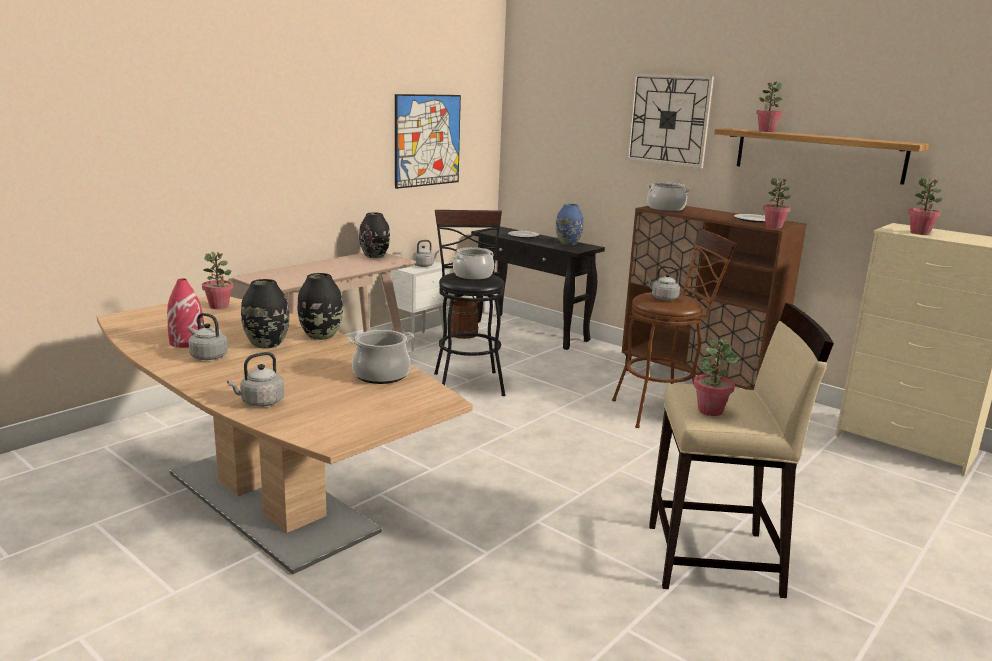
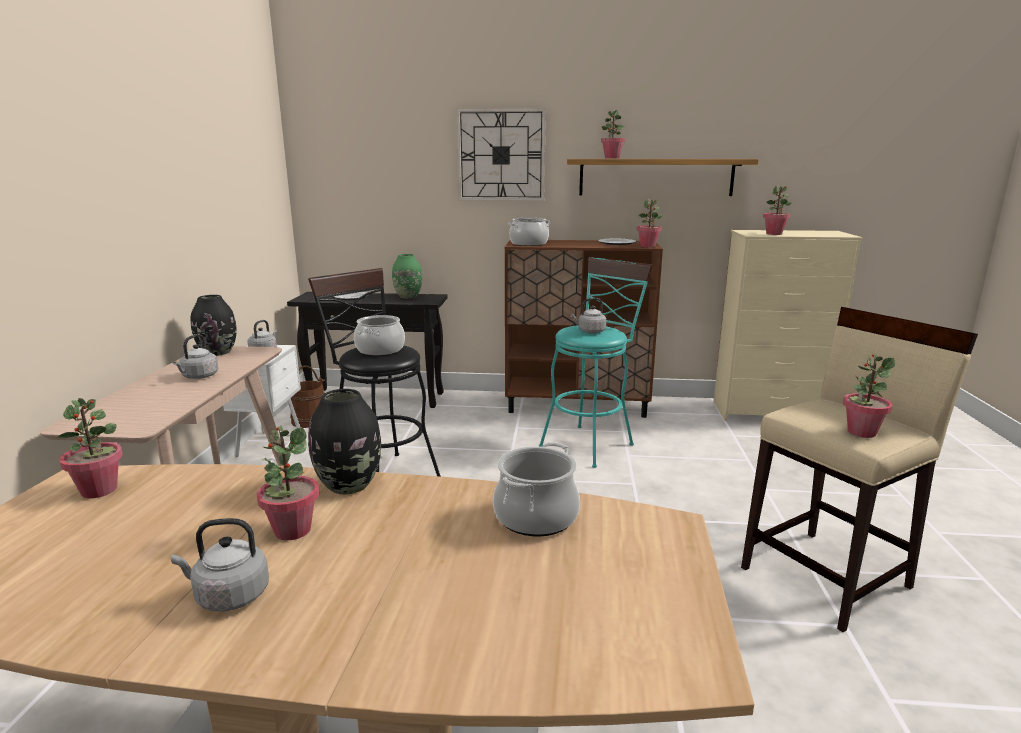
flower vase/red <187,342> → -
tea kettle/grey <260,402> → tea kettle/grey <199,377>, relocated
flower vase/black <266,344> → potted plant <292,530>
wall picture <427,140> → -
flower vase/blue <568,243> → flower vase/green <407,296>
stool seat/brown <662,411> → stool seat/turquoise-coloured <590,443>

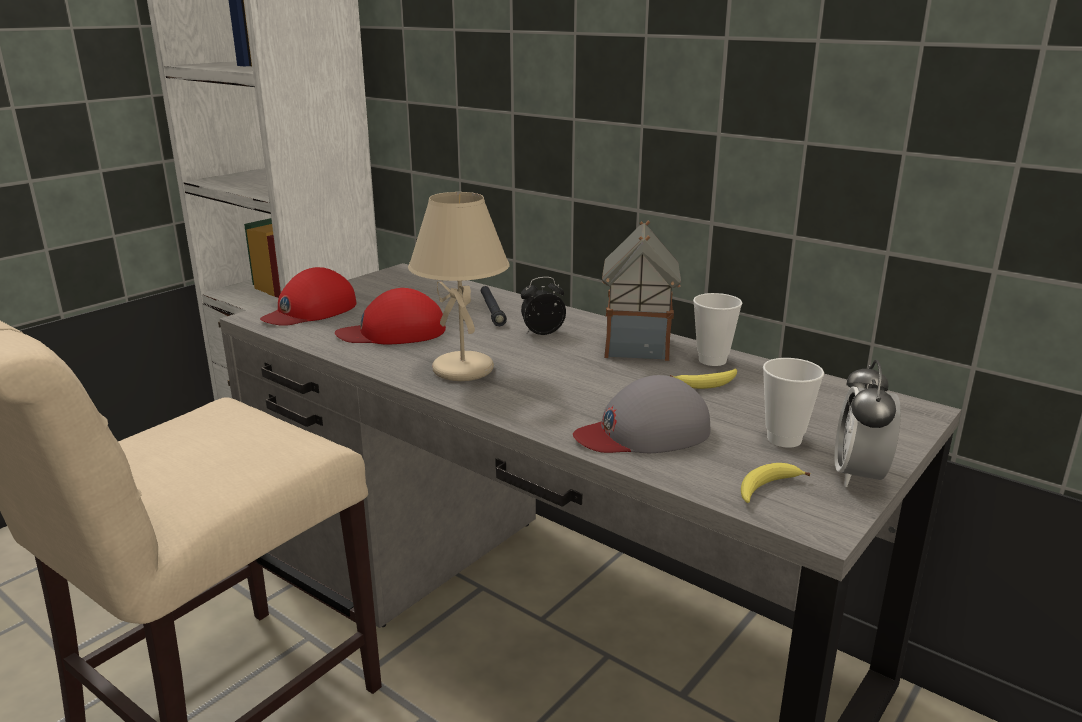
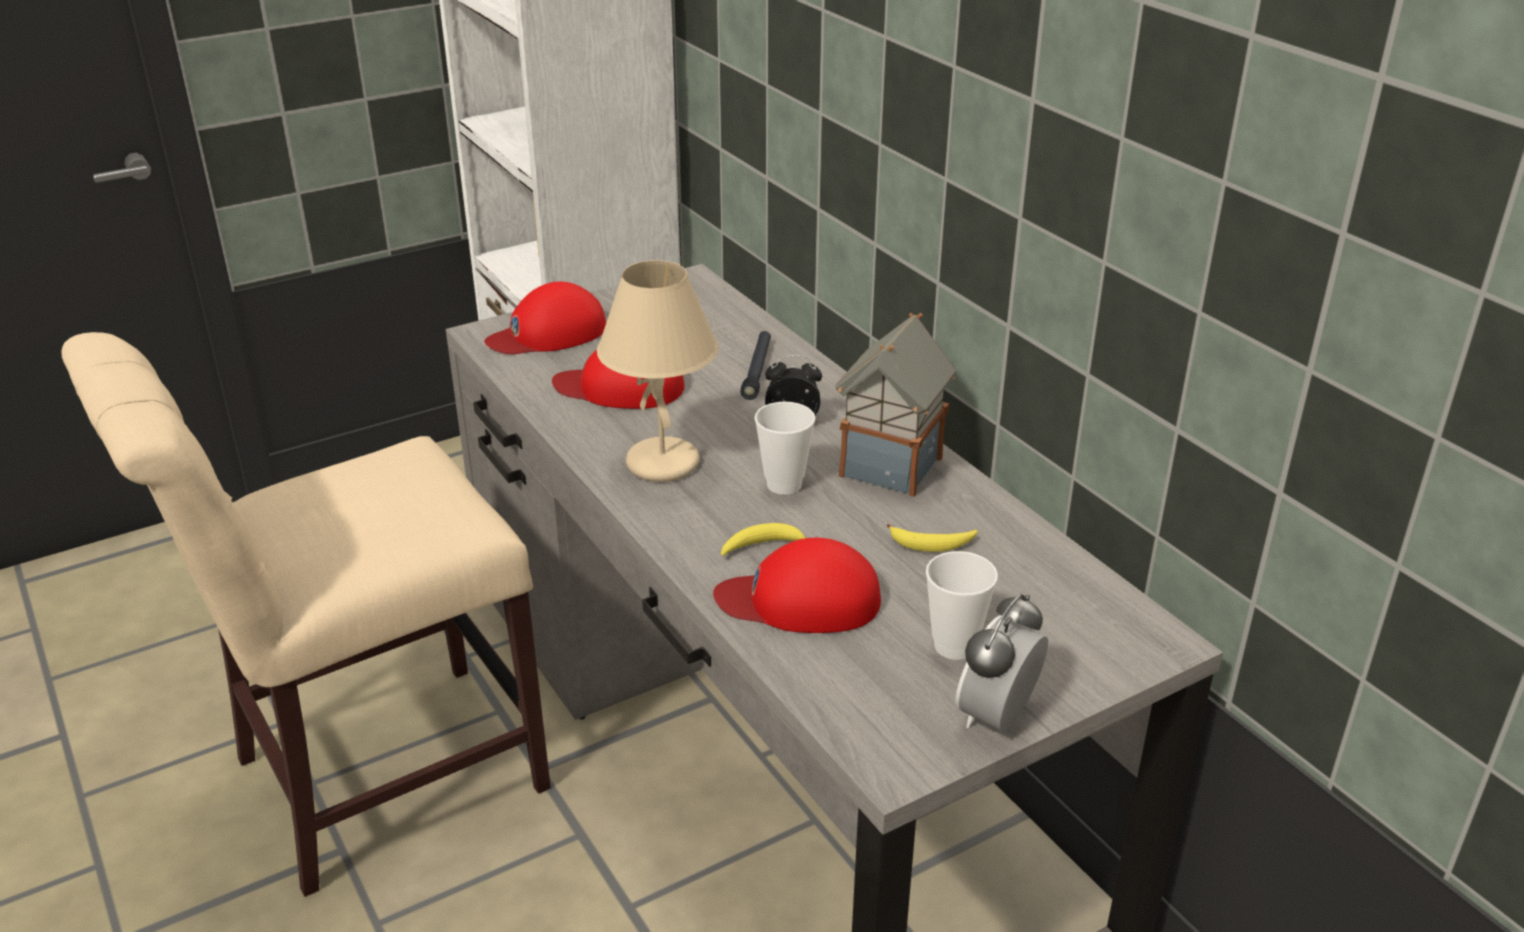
peaked cap/grey <644,432> → peaked cap/red <800,600>
drinking cup <712,360> → drinking cup <784,485>, relocated
banana <766,489> → banana <761,547>, relocated

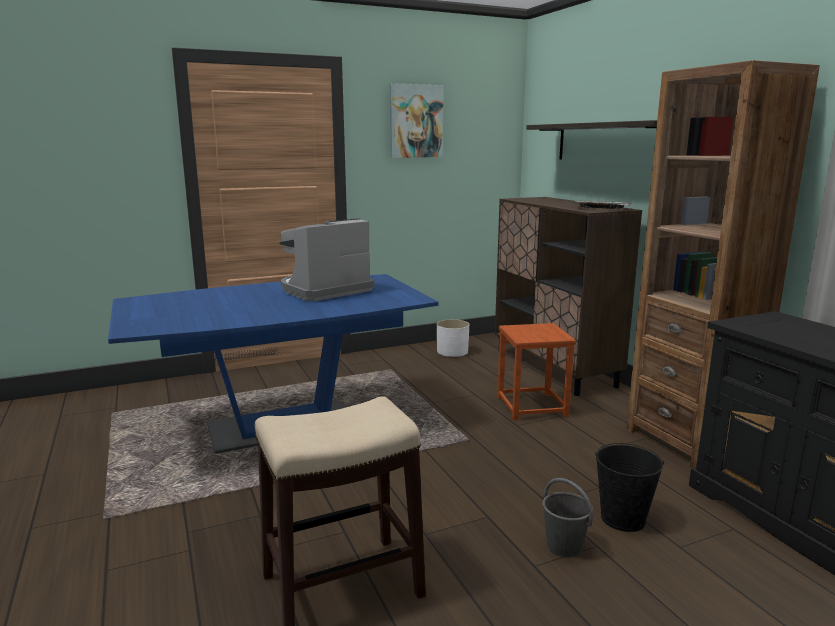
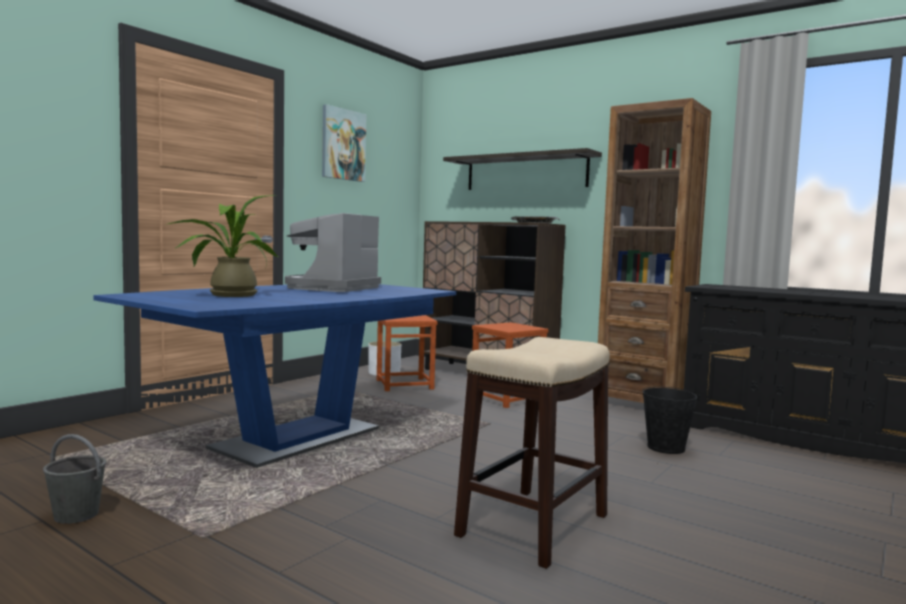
water bucket/grey <563,546> → water bucket/grey <76,515>, relocated
- → potted plant <227,295>
- → stool seat/brown <404,384>

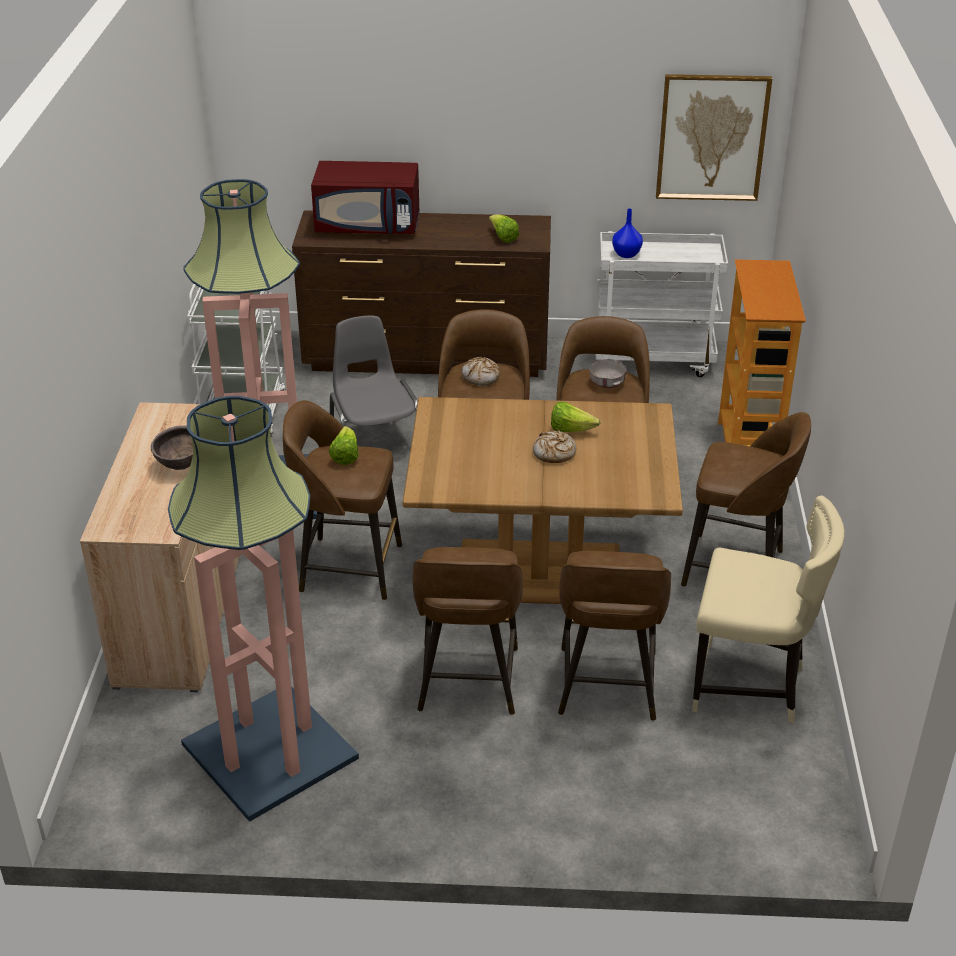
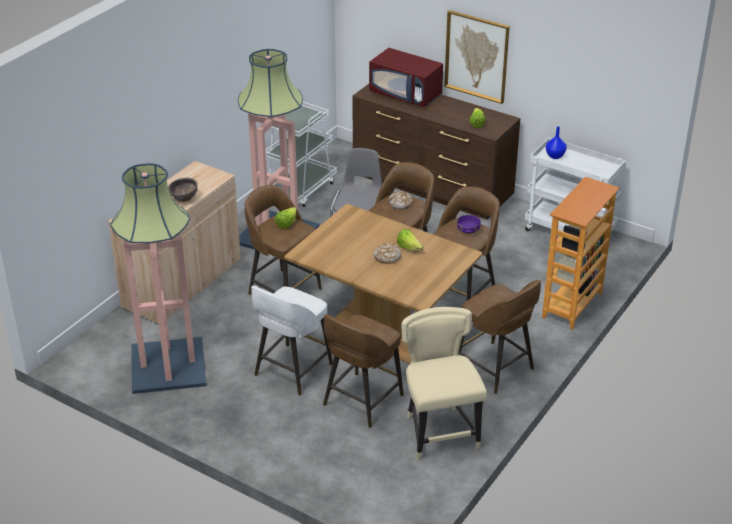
stool seat/brown <468,682> → stool seat/white <292,371>
bowl/grey <607,383> → bowl/purplish <468,230>
wall picture <712,137> → wall picture <476,56>, relocated
chair/beige <750,686> → chair/beige <439,432>, 150 degrees counterclockwise

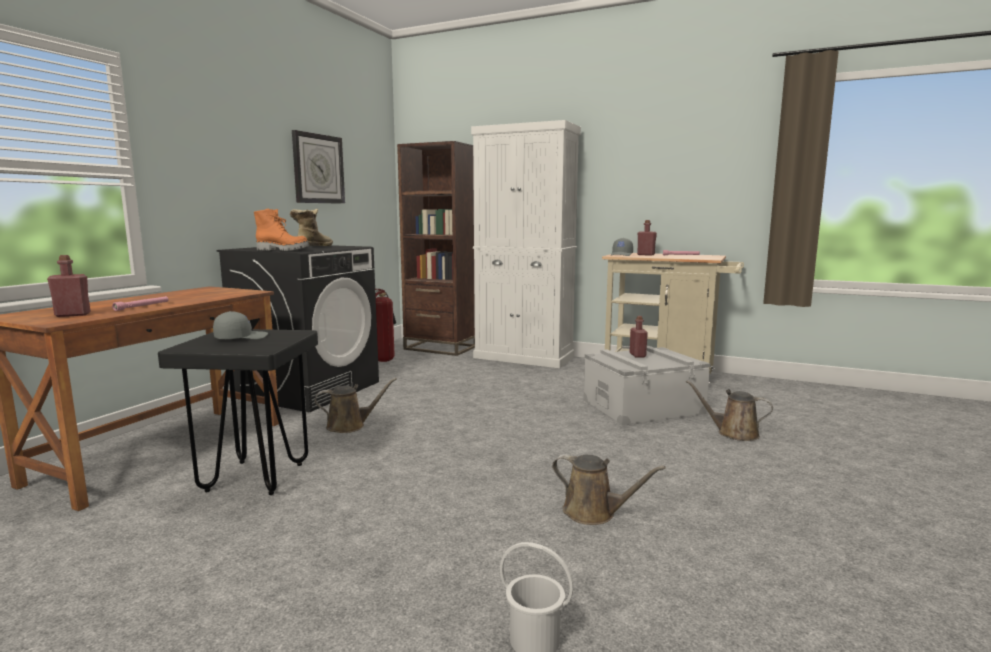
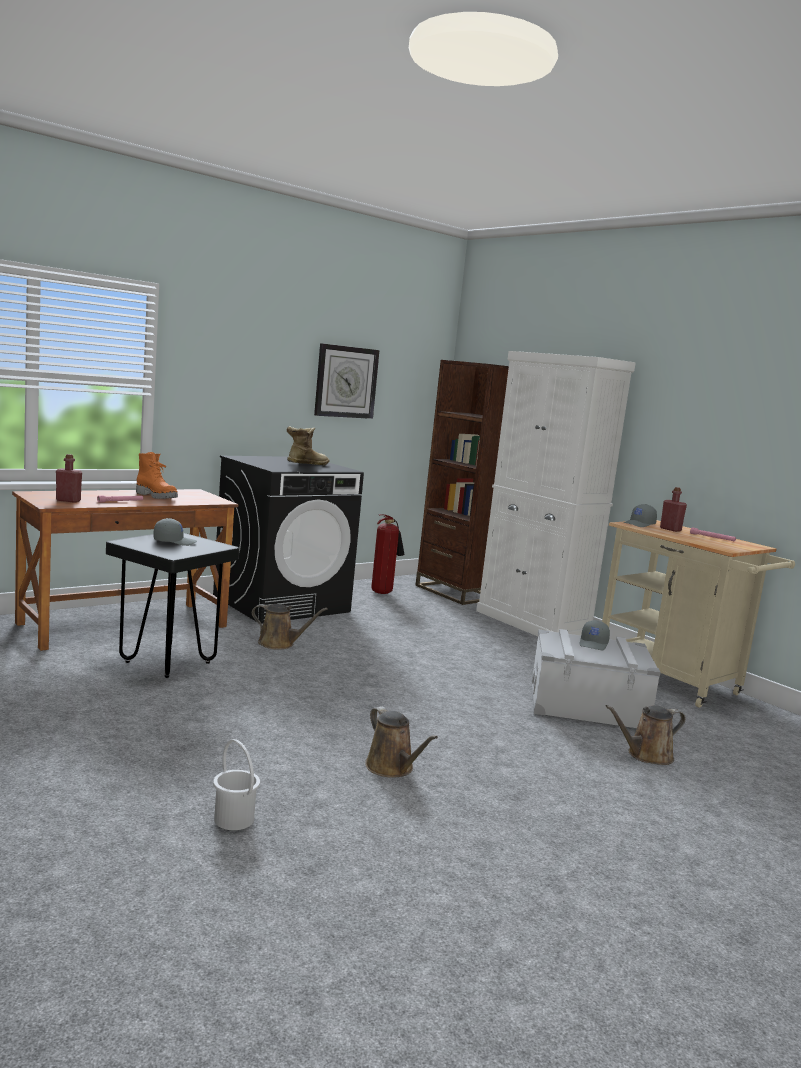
high-top boot/orange <283,250> → high-top boot/orange <157,496>, relocated
bottle/red <637,355> → peaked cap/grey <594,644>
sprinkling can/brown <733,433> → sprinkling can/brown <646,755>, 75 degrees counterclockwise

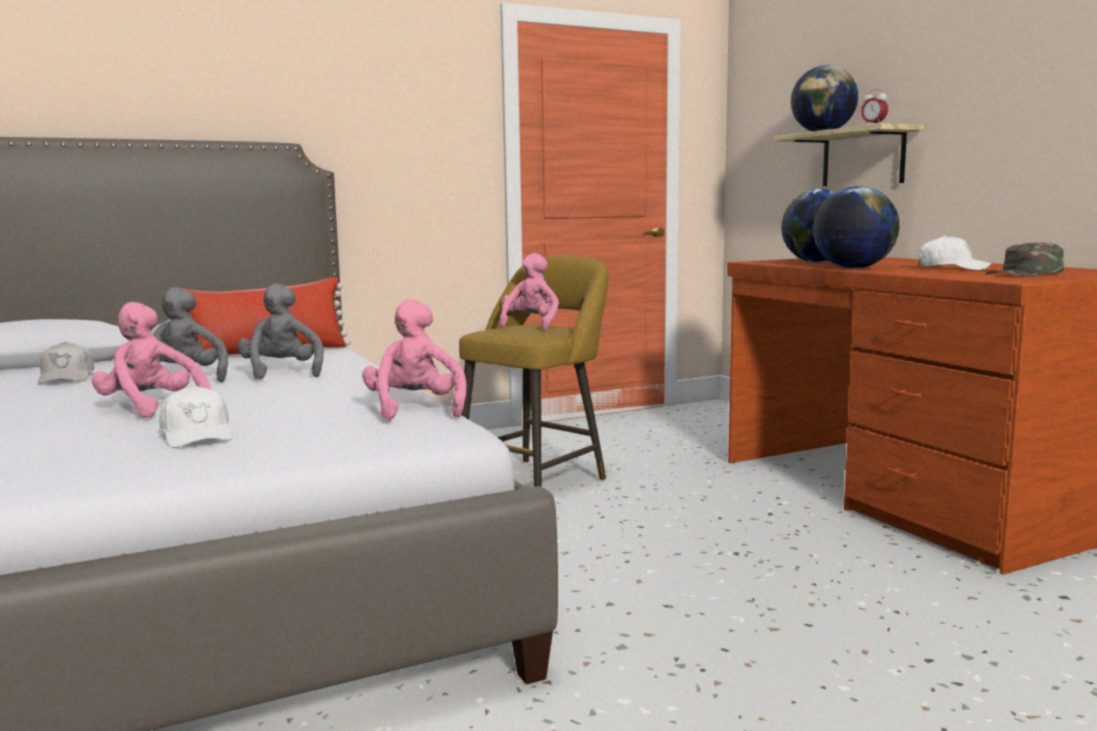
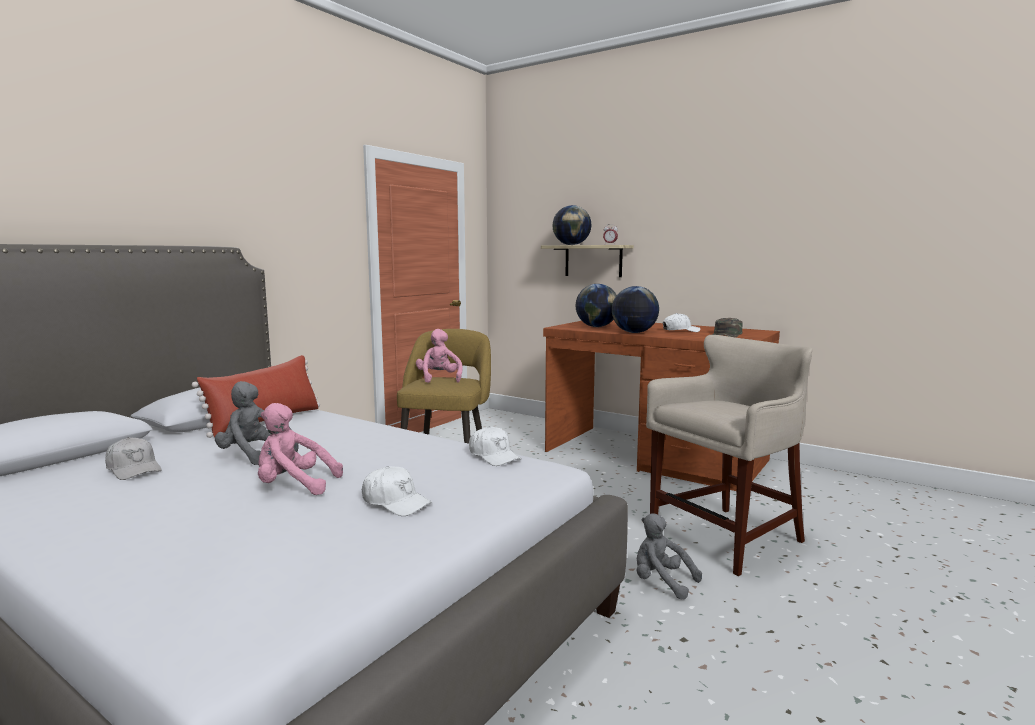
cuddly toy/grey <282,373> → cuddly toy/grey <661,582>, relocated
cuddly toy/pink-coloured <415,410> → peaked cap/white <494,456>
- → stool seat/beige <726,538>

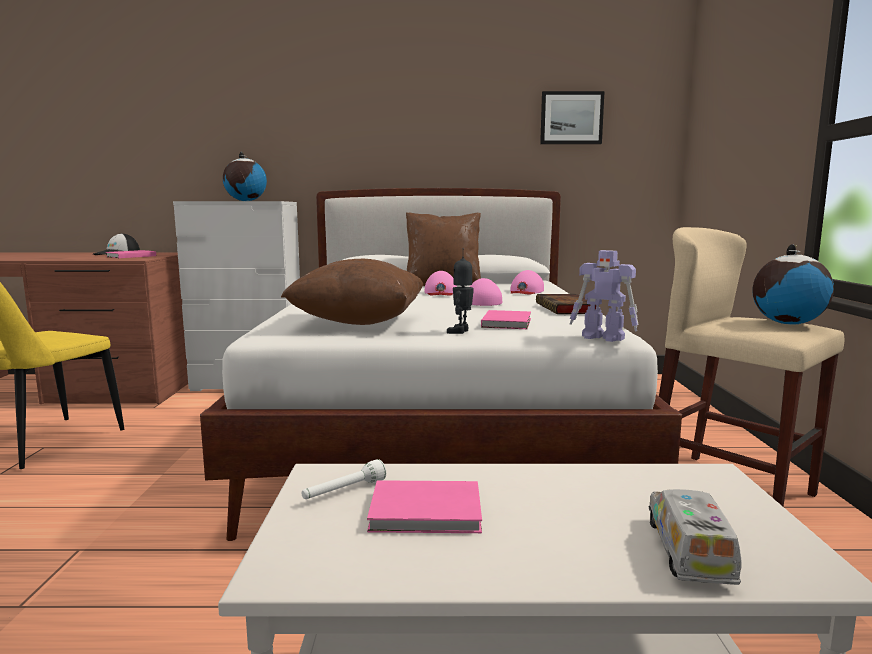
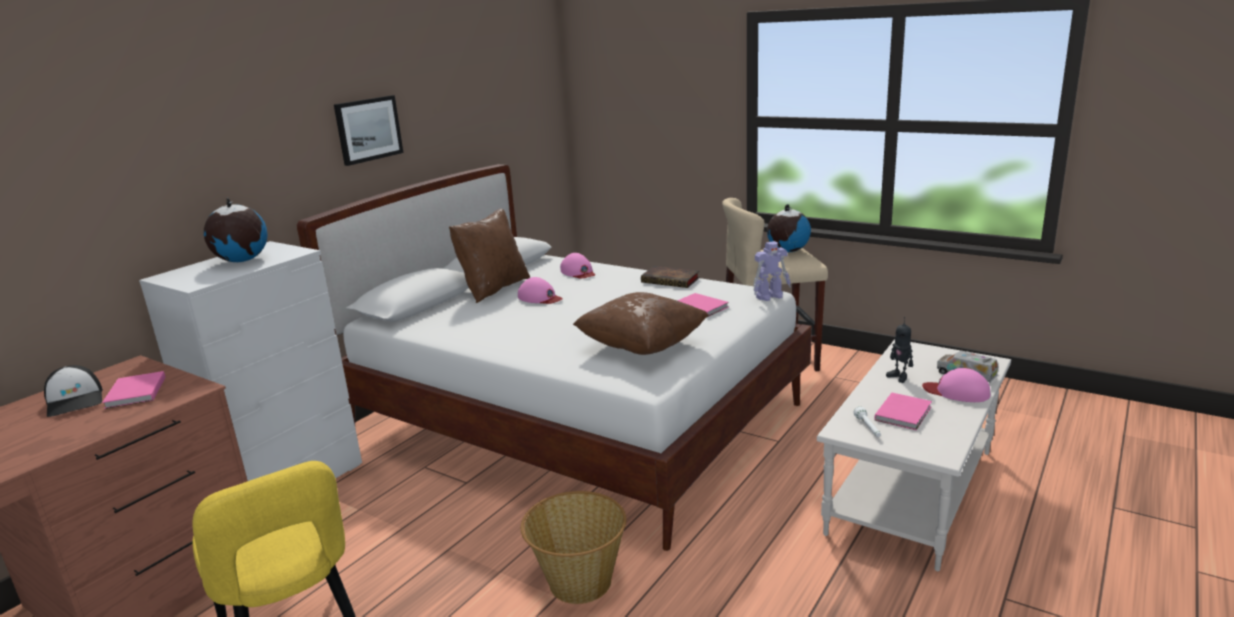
robot figure <461,331> → robot figure <899,377>, relocated
peaked cap/pink-coloured <482,301> → peaked cap/pink-coloured <957,392>, relocated
wall picture <571,118> → wall picture <368,129>, relocated
- → storage basket <579,582>

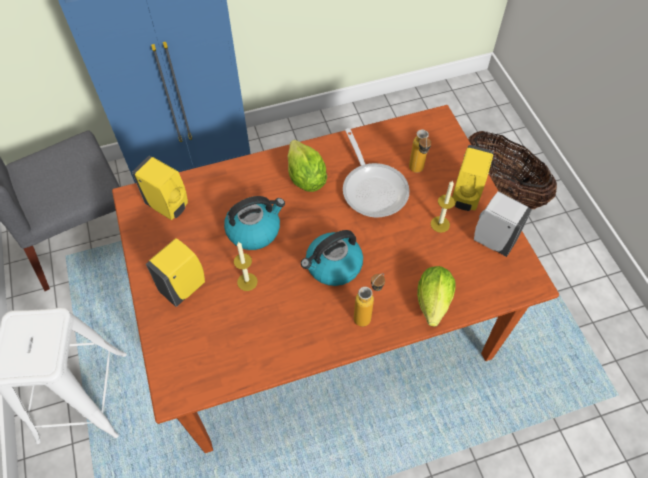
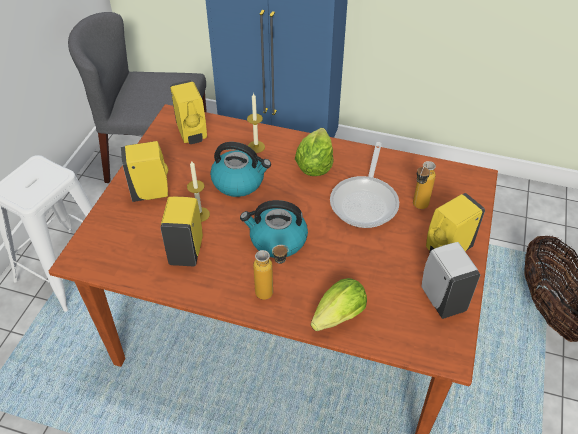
wax light <440,224> → wax light <256,147>, relocated
- → soap bottle/yellow-coloured <186,250>

